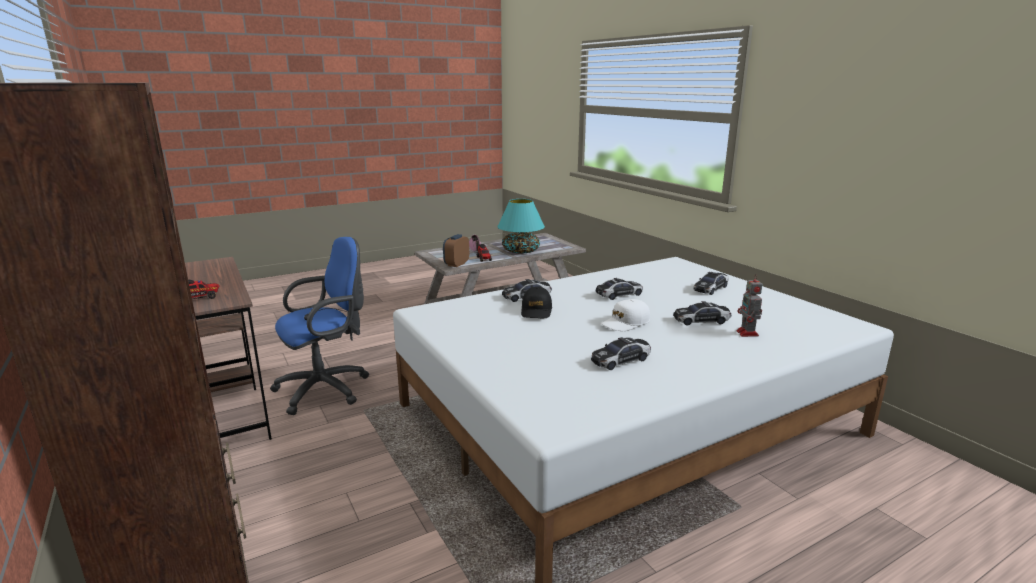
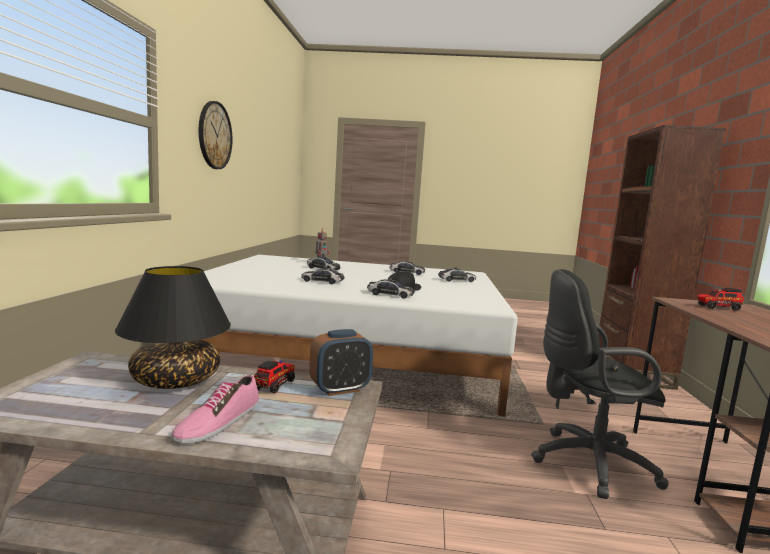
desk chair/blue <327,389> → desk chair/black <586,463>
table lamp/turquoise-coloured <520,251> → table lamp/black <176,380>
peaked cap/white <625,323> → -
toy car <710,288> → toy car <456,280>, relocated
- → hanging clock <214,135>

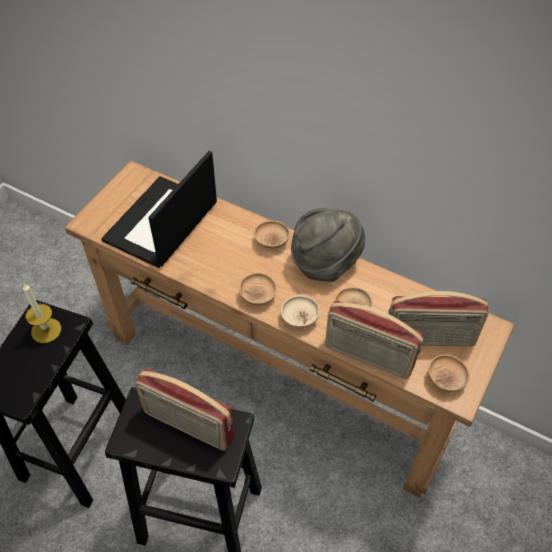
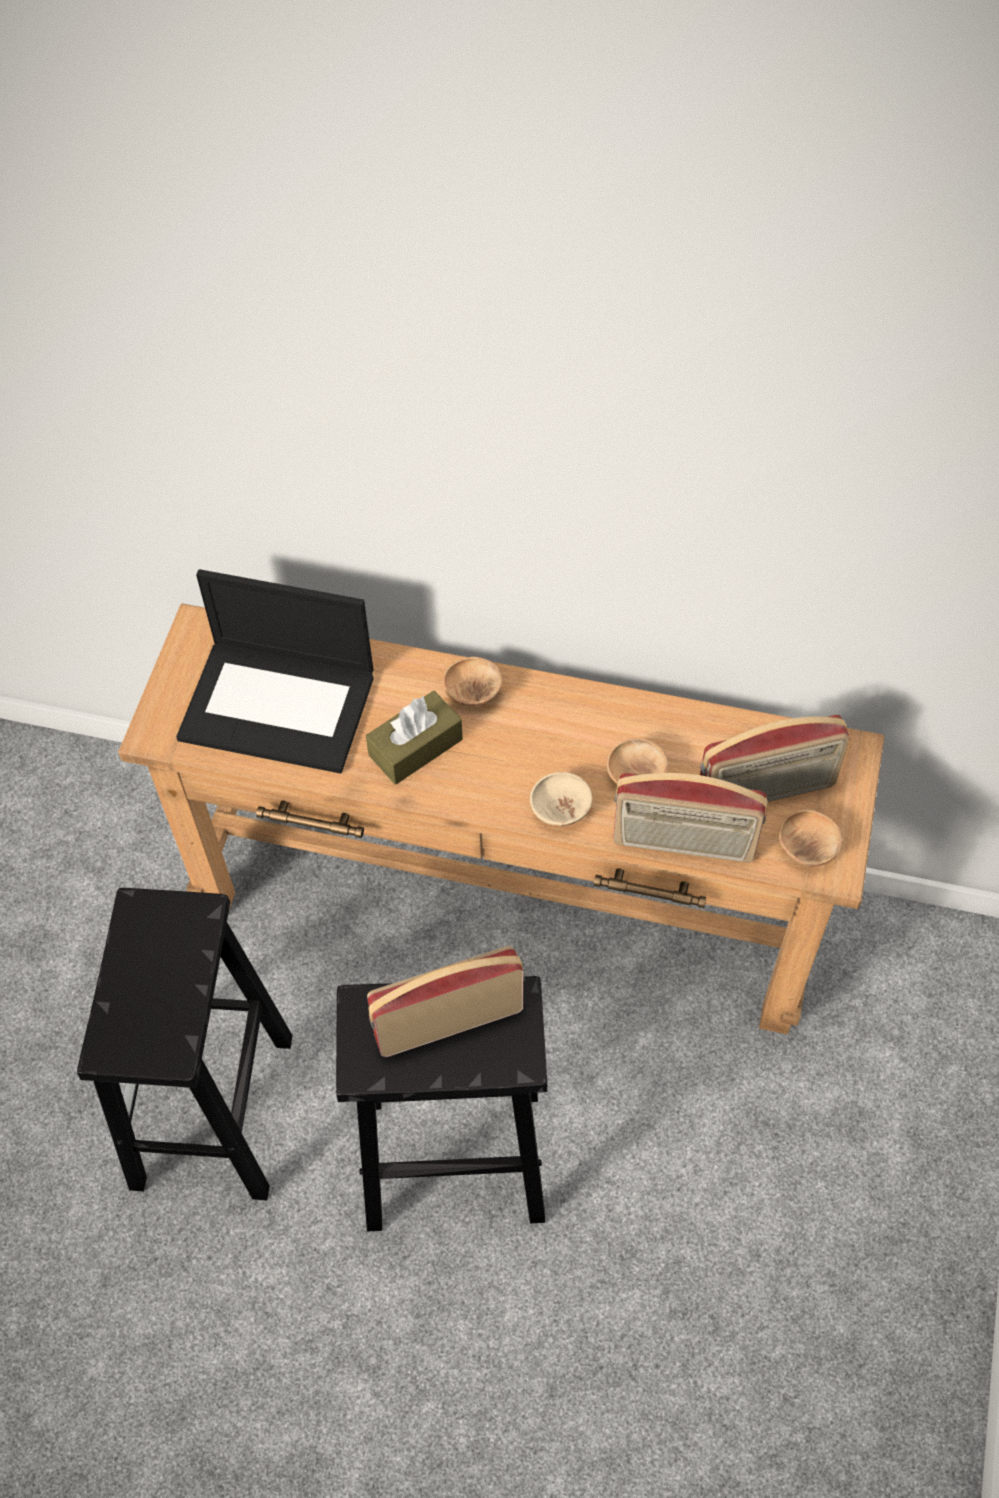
wax light <46,330> → -
laptop <161,223> → laptop <280,705>, 90 degrees counterclockwise
radio set <188,426> → radio set <448,1021>, 150 degrees clockwise
bowl/brown <258,295> → -
wearable hat/grey <325,262> → -
- → box of tissues/brown <415,747>

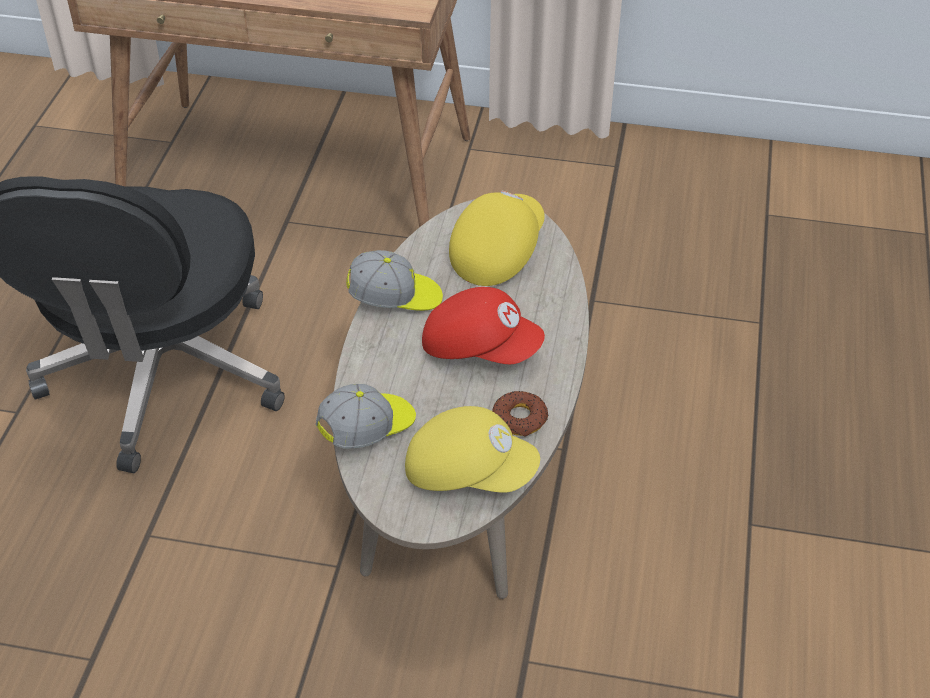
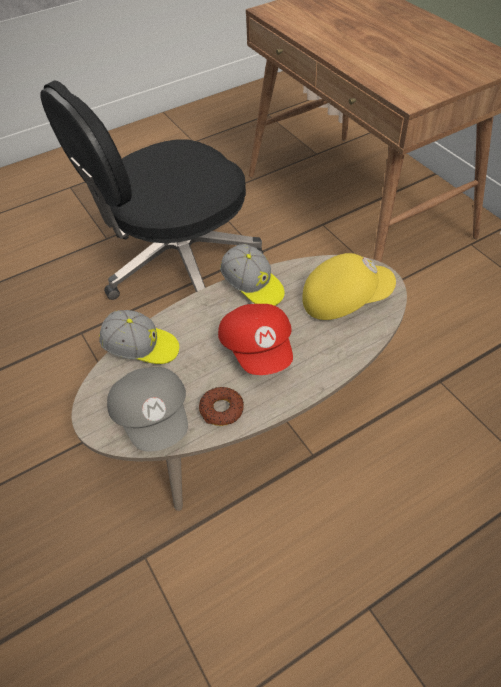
peaked cap/yellow-coloured <469,471> → peaked cap/grey <154,416>

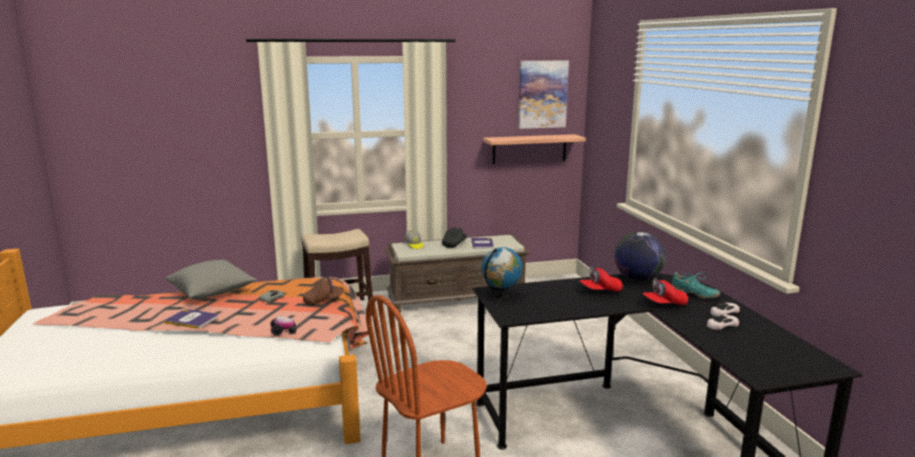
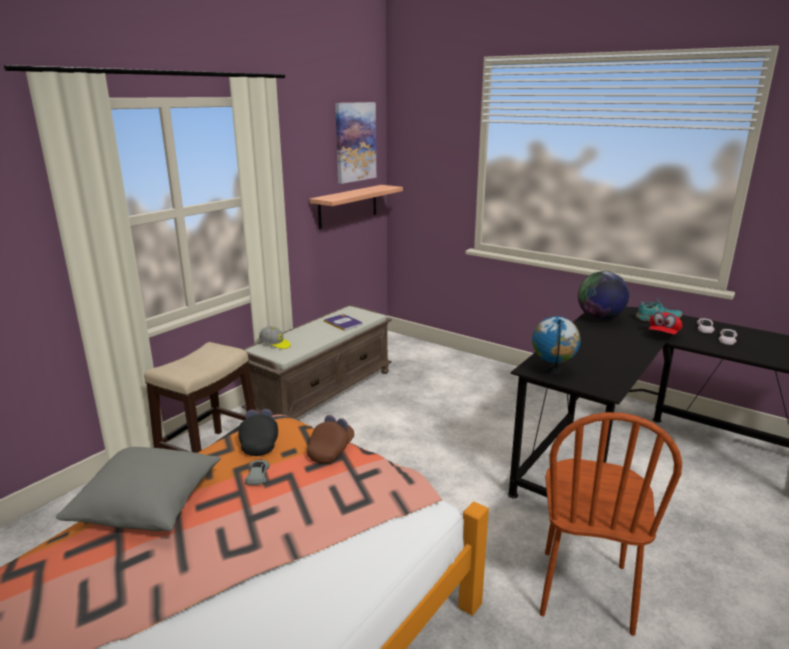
book <192,319> → -
toy car <283,331> → -
peaked cap/black <454,244> → peaked cap/black <259,443>, relocated
peaked cap/red <600,291> → -

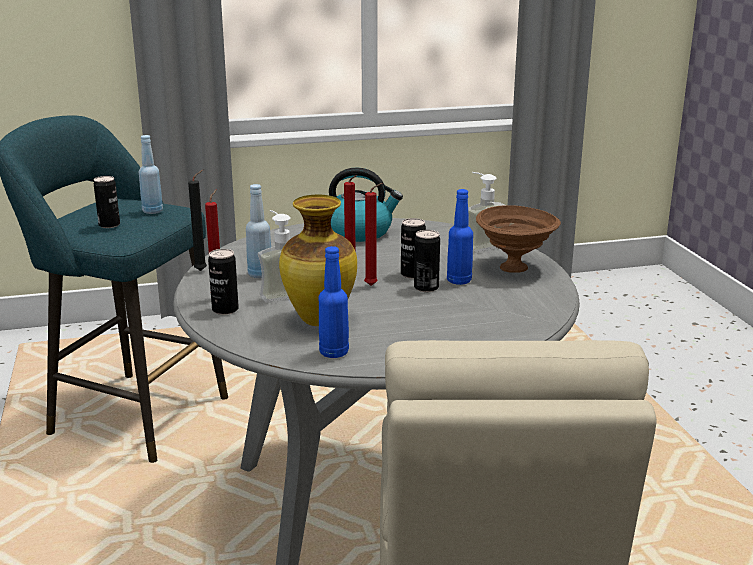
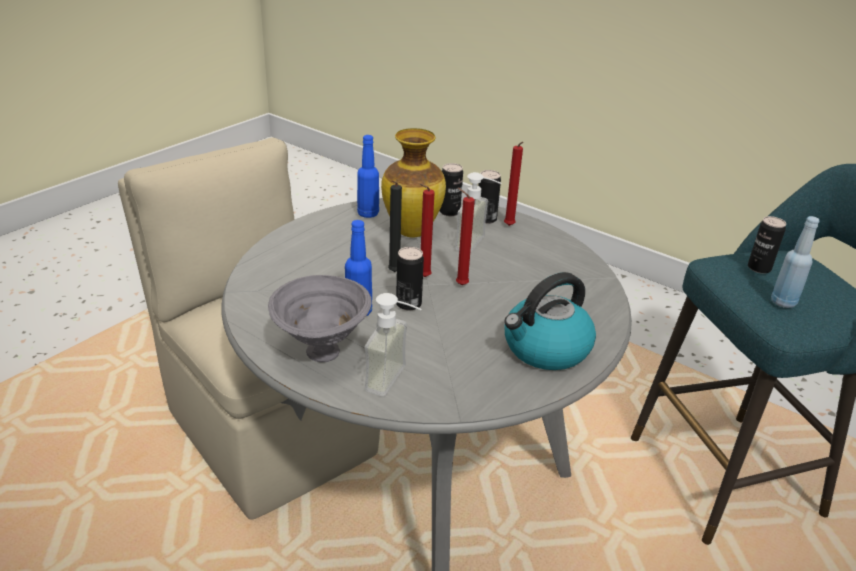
wax light/black <202,270> → wax light/black <393,273>, relocated
bottle/blue <260,275> → -
can <426,288> → can <449,212>, relocated
bowl/brown <515,267> → bowl/grey <323,354>

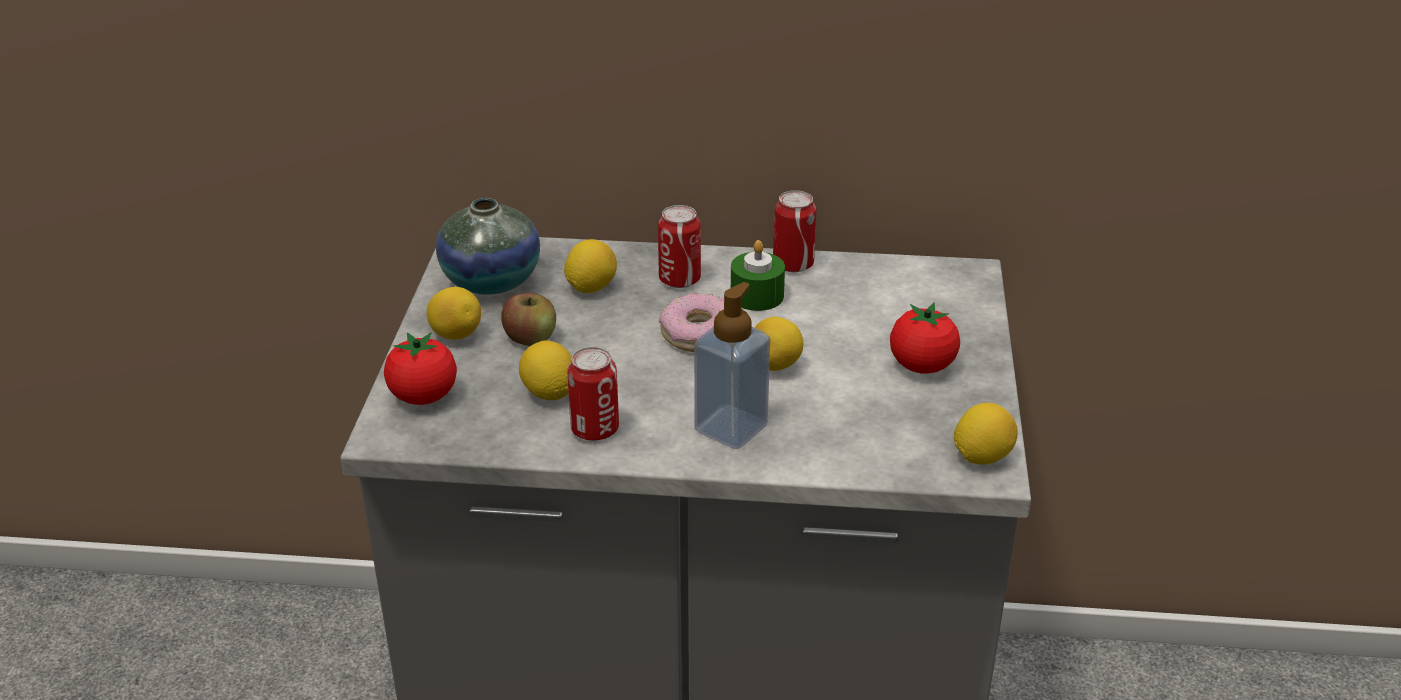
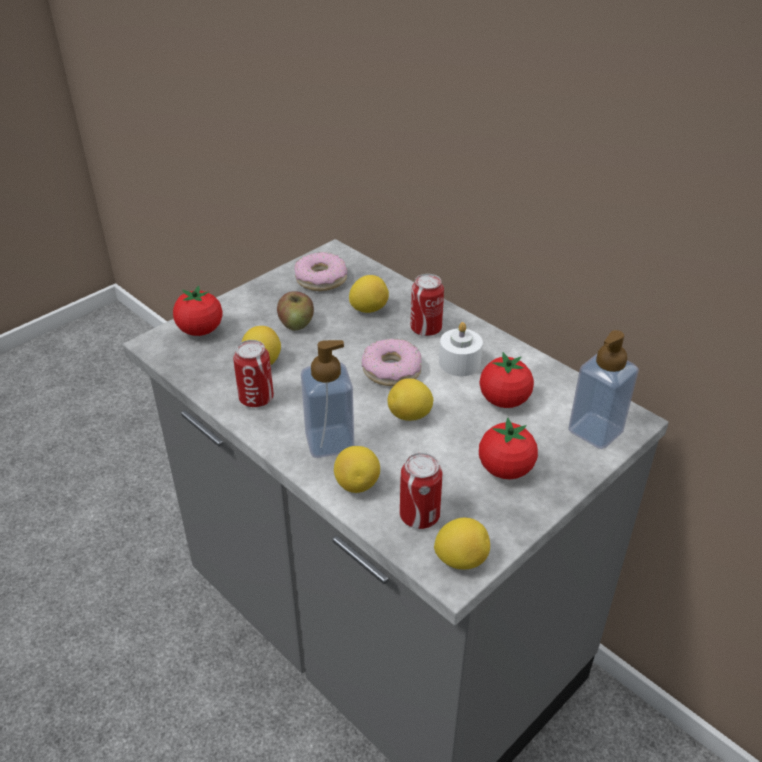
citrus fruit <456,335> → citrus fruit <357,484>, relocated
flower vase <491,281> → ring doughnut <321,279>
wax light/green <757,296> → wax light/white <459,363>
can <793,264> → can <419,516>, relocated
- → fresh tomato <504,400>
- → soap bottle <595,431>

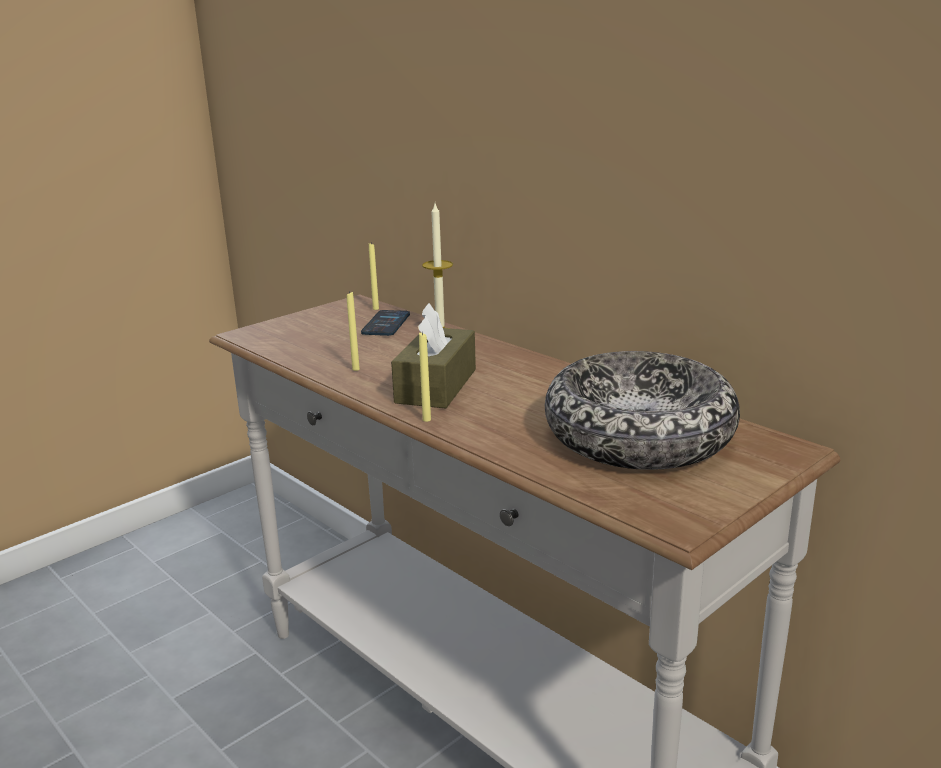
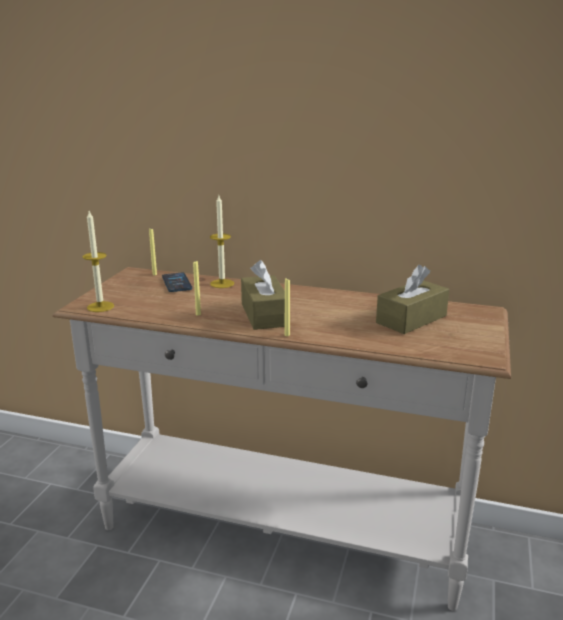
bowl <639,435> → box of tissues/brown <411,319>
- → wax light <100,307>

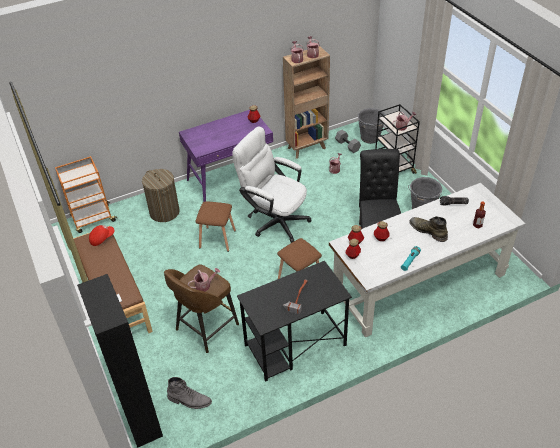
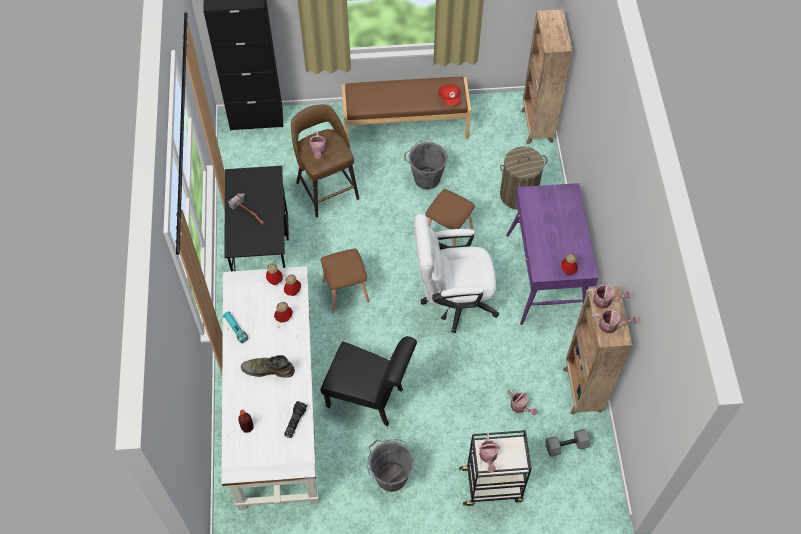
cart/orange <92,219> → bookcase/brown <536,127>
high-top boot/grey <189,400> → -
desk chair/white <274,220> → desk chair/white <452,300>, 150 degrees counterclockwise
water bucket/grey <370,138> → water bucket/grey <425,178>, relocated
high-top boot/green <428,231> → high-top boot/green <268,369>, 150 degrees counterclockwise

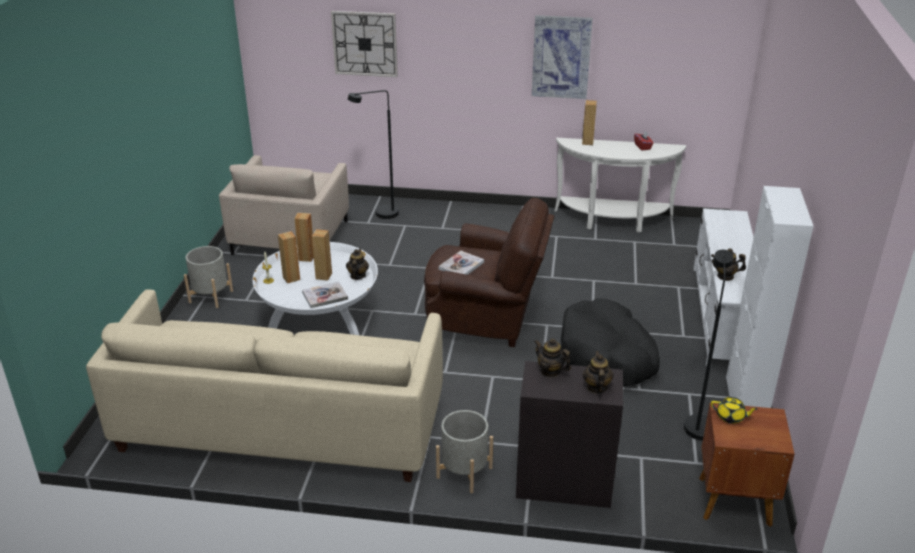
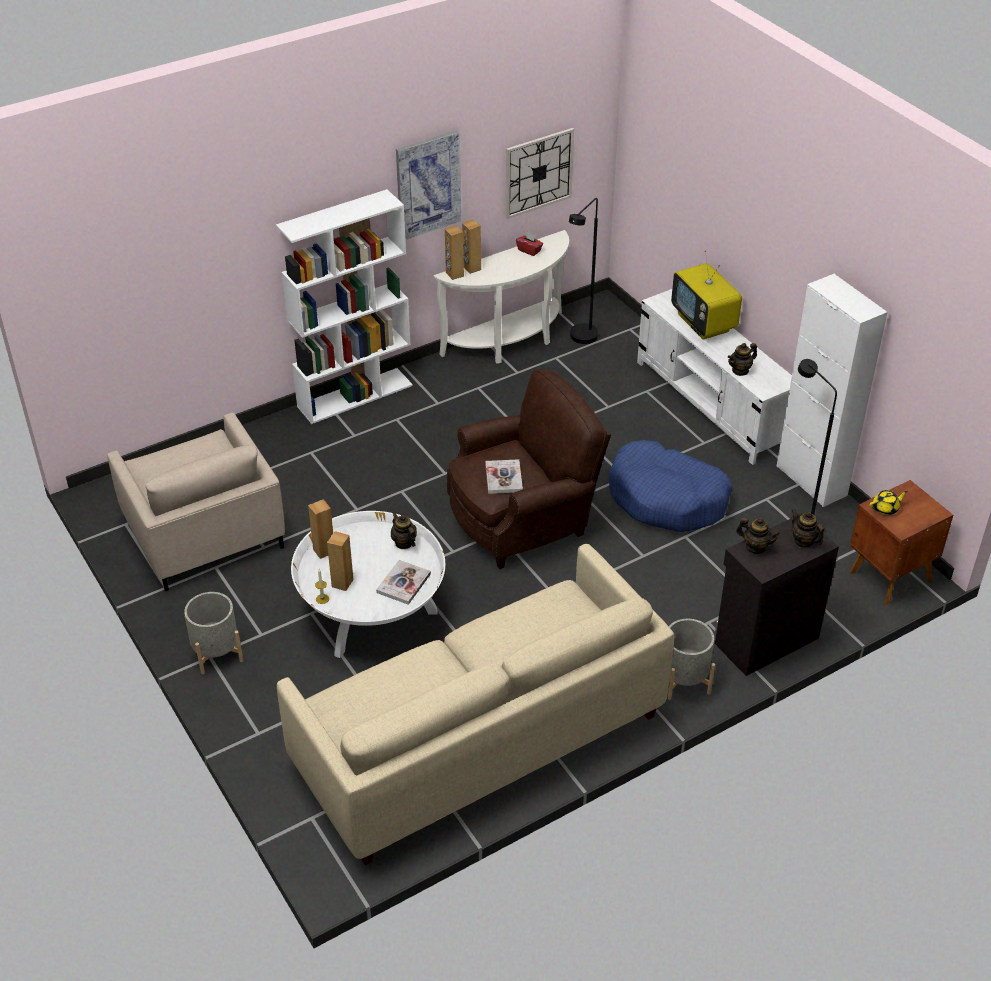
speaker/brown <323,276> → speaker/brown <454,274>, relocated
hanging clock <365,43> → hanging clock <538,172>, relocated
standard lamp/black <380,215> → standard lamp/black <581,340>, relocated
teapot <550,371> → teapot <755,547>, 150 degrees counterclockwise
dog cushion/black <607,356> → dog cushion/blue <667,498>
- → bookcase/white <355,395>
- → television <704,323>

